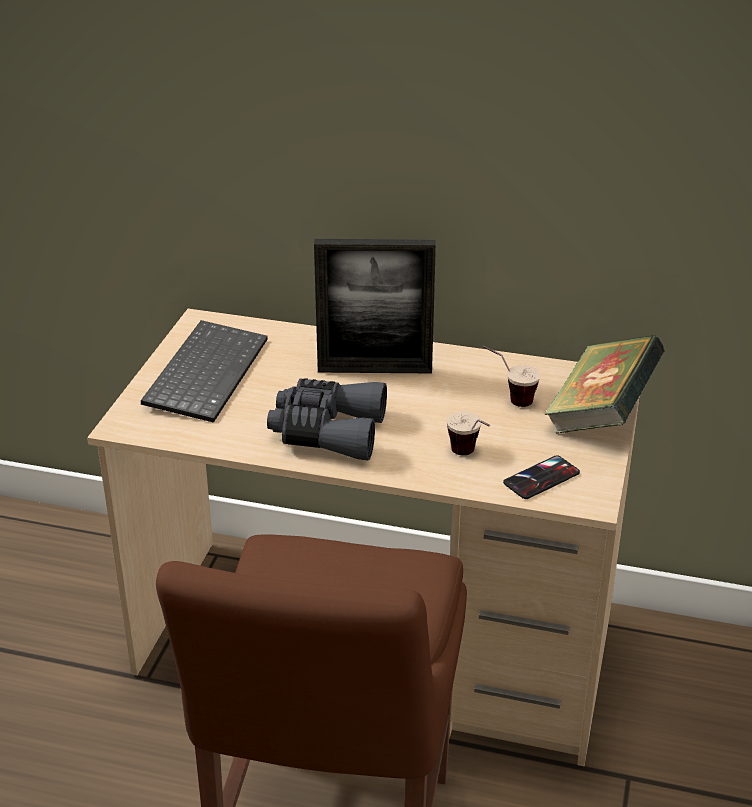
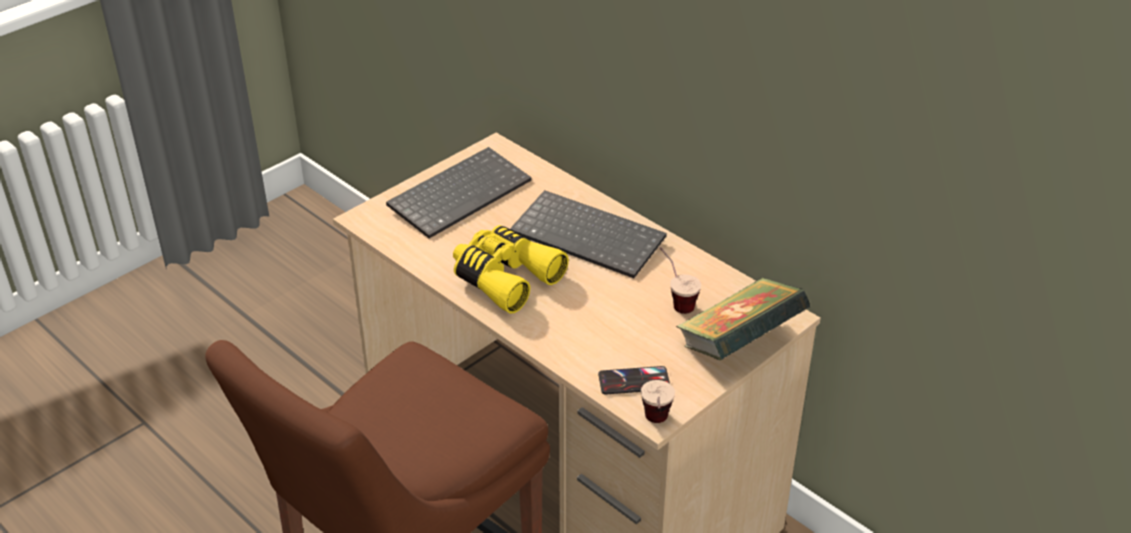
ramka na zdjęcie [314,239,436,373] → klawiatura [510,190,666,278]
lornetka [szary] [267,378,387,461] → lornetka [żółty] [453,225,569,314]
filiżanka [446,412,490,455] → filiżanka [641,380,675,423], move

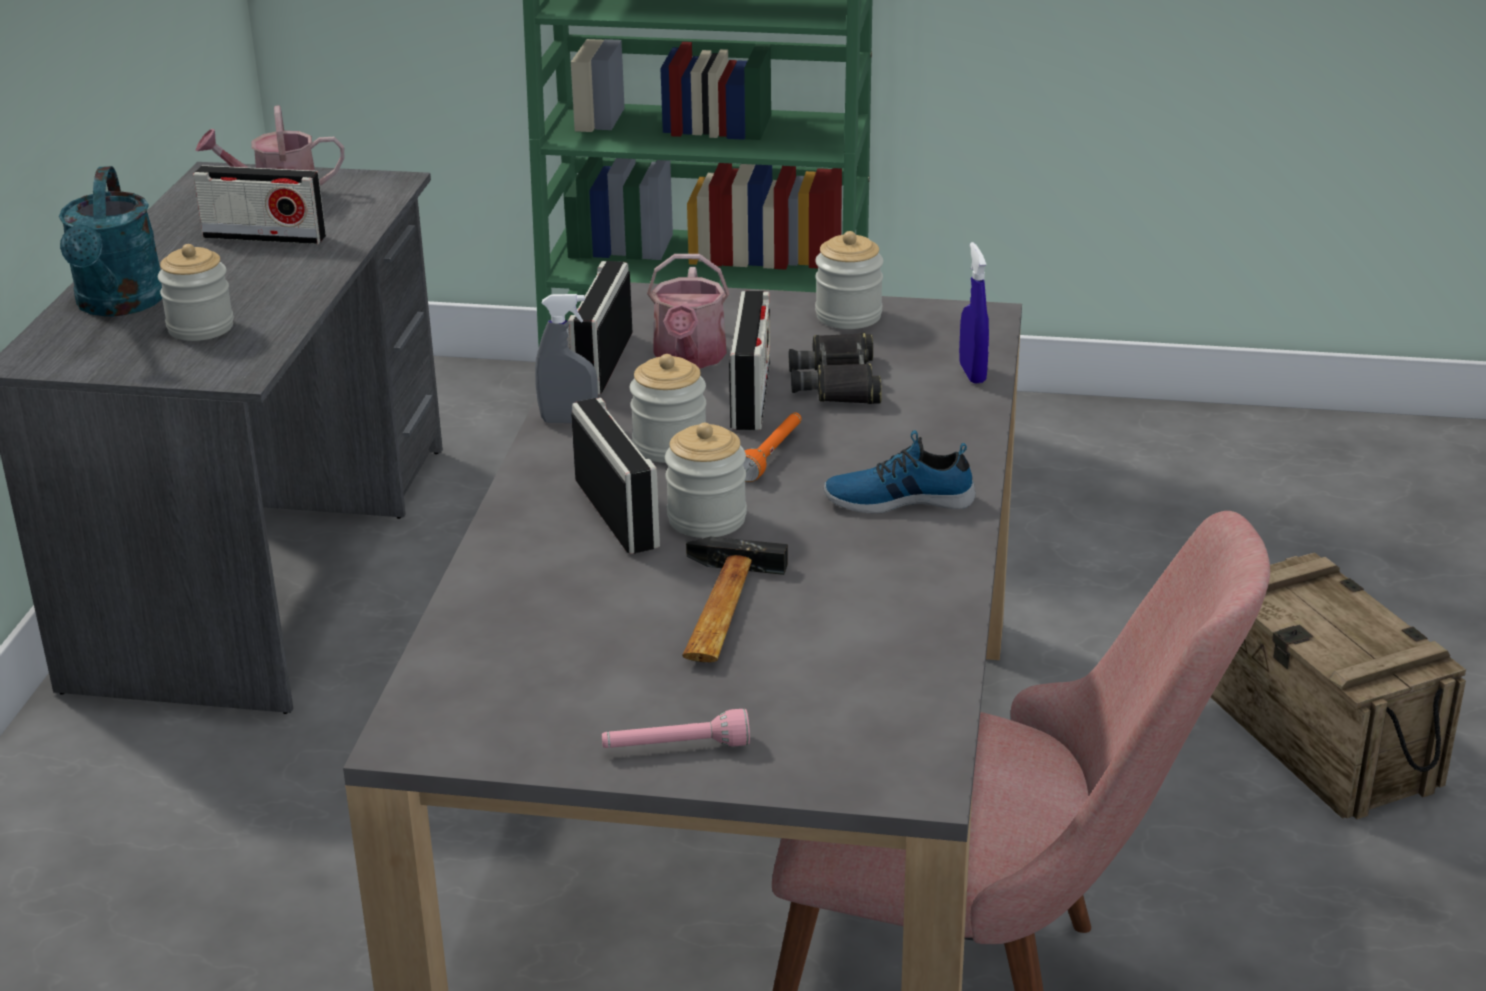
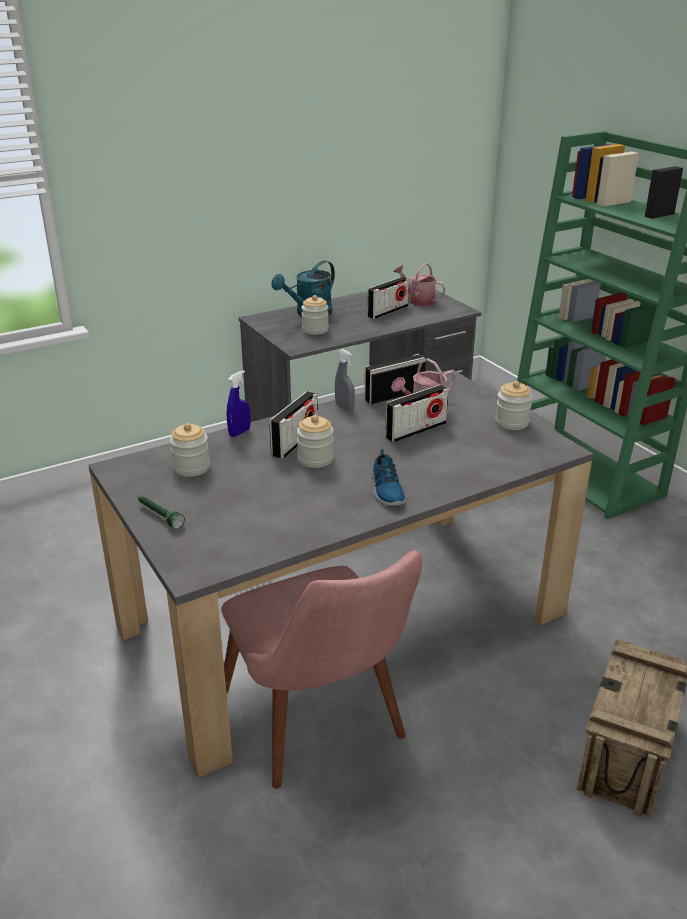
radio [193,165,326,245] → radio [367,277,409,319], 105 degrees counterclockwise
spryskiwacz [niebieski] [959,242,989,384] → spryskiwacz [niebieski] [227,370,250,437], move
lornetka [czarny] [789,333,882,404] → -
słoik [630,354,706,463] → słoik [170,423,210,477], move
latarka [pomarańczowy] [743,413,801,482] → -
but [824,430,976,514] → but [372,449,406,506], 150 degrees counterclockwise
młotek [682,537,788,662] → -
latarka [różowy] [602,709,750,748] → latarka [zielony] [138,496,185,529]

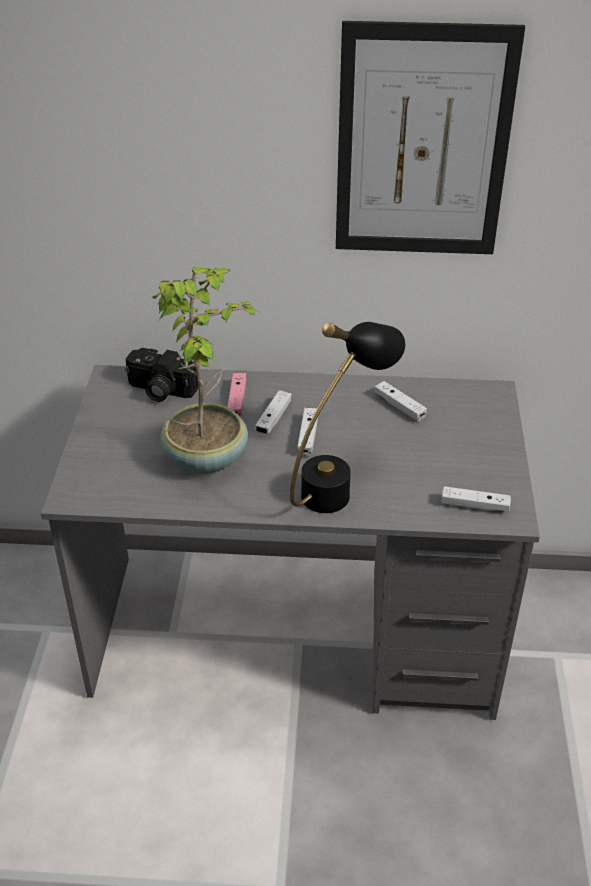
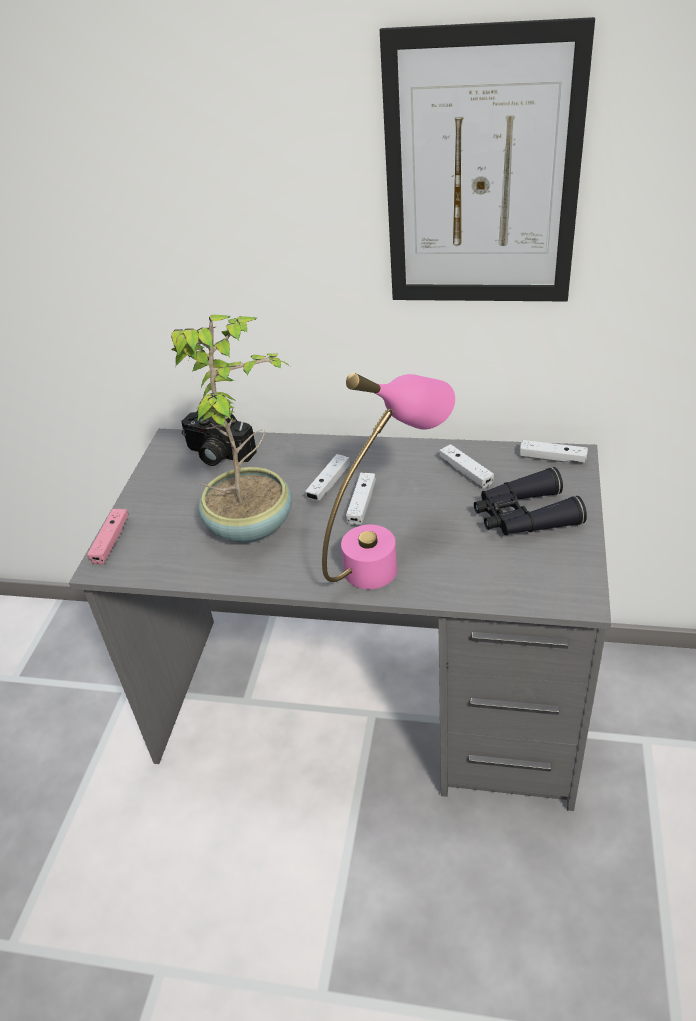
lampa stołowa [czarny] [290,322,405,513] → lampa stołowa [różowy] [322,373,455,589]
pad do gier [różowy] [227,373,247,417] → pad do gier [różowy] [87,509,129,564], move
pad do gier [biały] [441,486,511,512] → pad do gier [biały] [520,440,588,463], move
- → lornetka [czarny] [474,467,587,535]

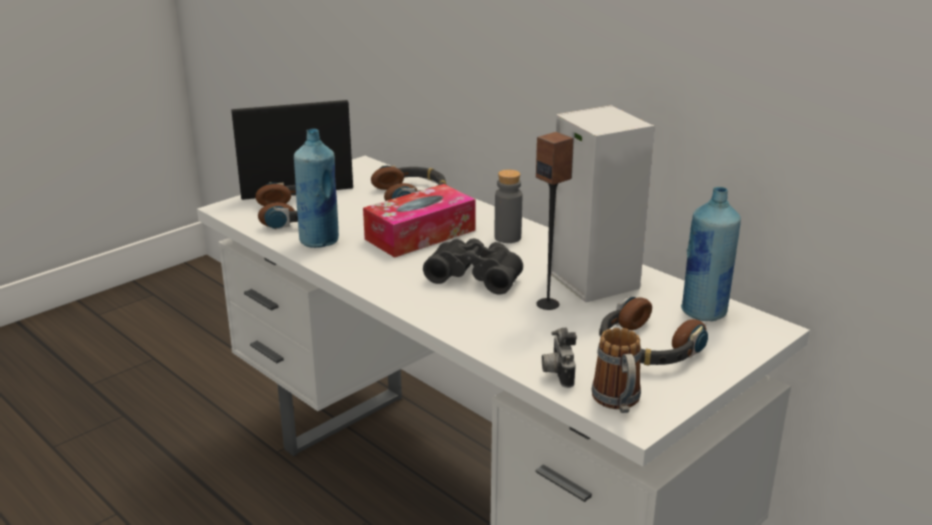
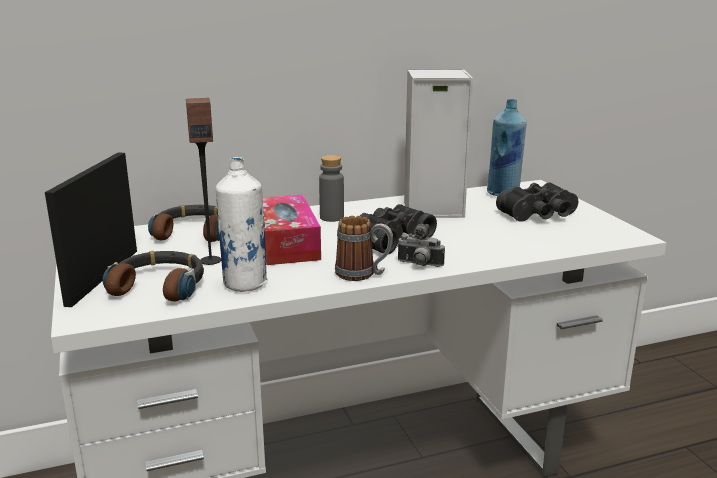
butelka [niebieski] [294,129,339,248] → butelka [biały] [216,157,268,292]
głośnik [536,132,574,310] → głośnik [186,98,221,265], move
słuchawki [599,296,708,366] → lornetka [czarny] [496,182,578,222]
aparat fotograficzny [542,328,577,388] → aparat fotograficzny [397,224,445,267], move
kubek [591,328,641,413] → kubek [335,216,393,281], move

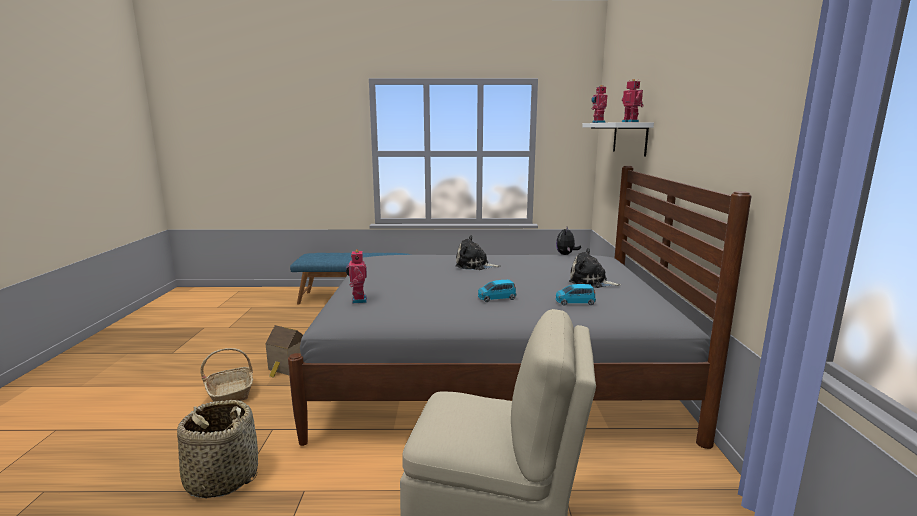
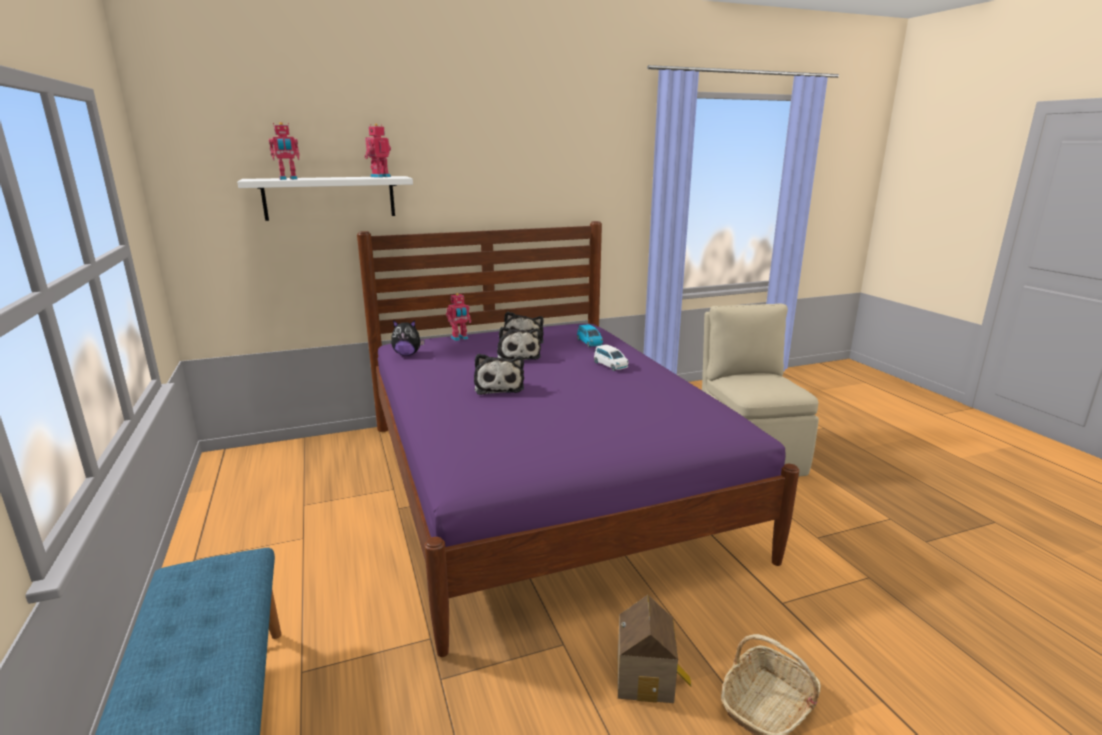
łóżko [szary] [288,166,751,449] → łóżko [fioletowy] [357,221,799,657]
robot zabawkowy [346,249,367,303] → robot zabawkowy [446,293,471,341], move
samochodzik [niebieski] [478,280,516,302] → samochodzik [biały] [594,344,629,371]
koszyk [177,400,258,499] → -
- → pluszak [497,327,541,360]

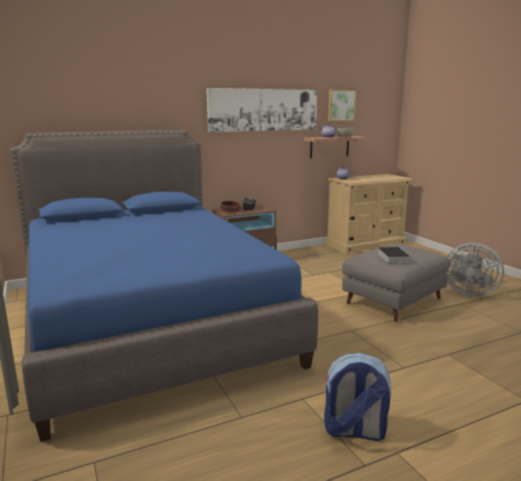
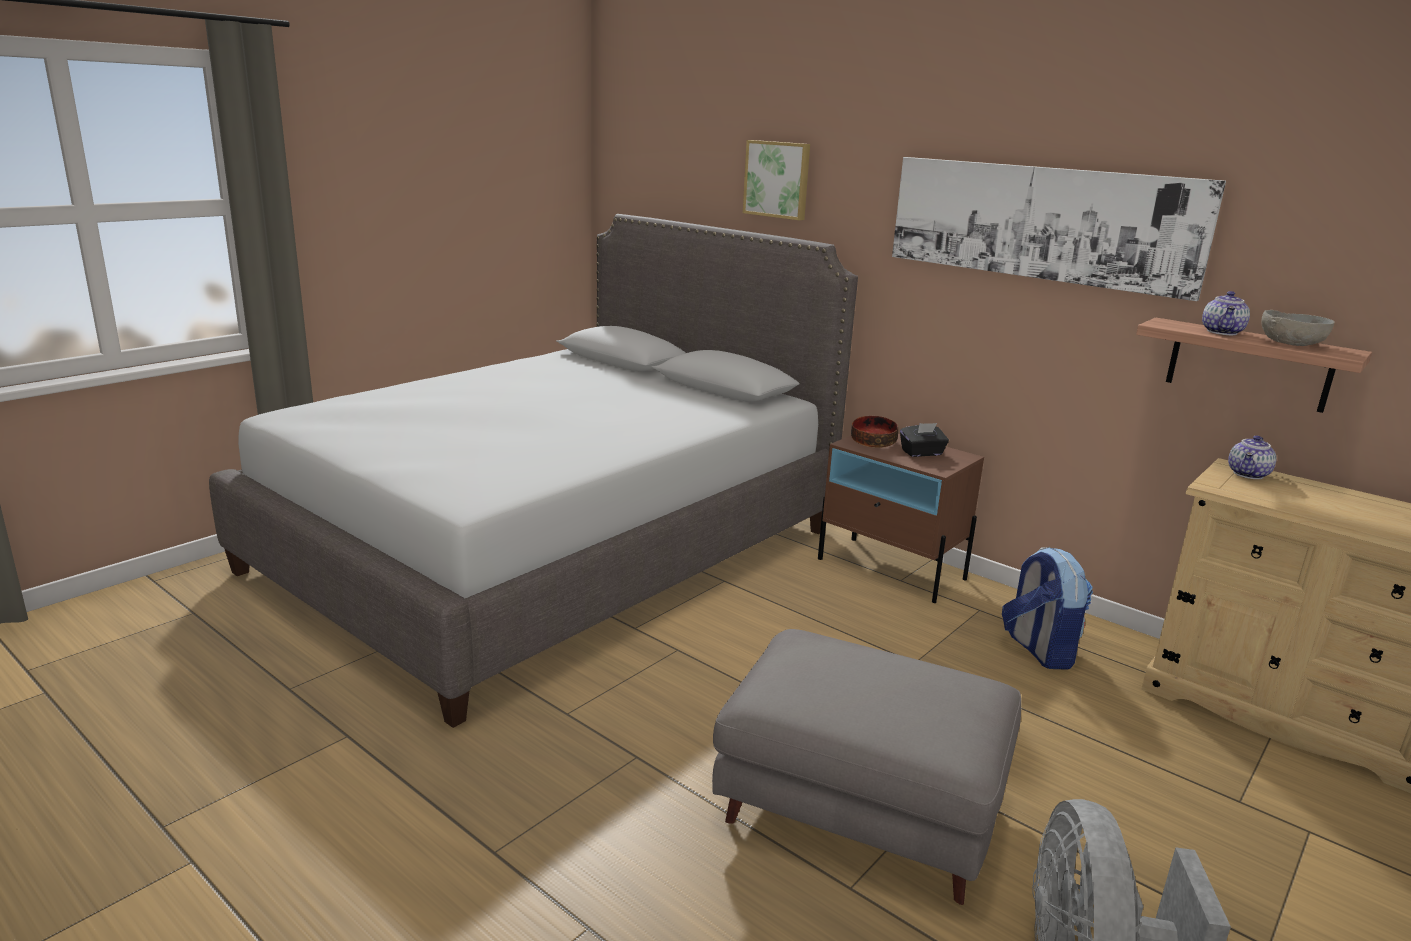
obraz [328,89,356,121] → obraz [743,140,810,220], move
łóżko [niebieski] [10,130,318,442] → łóżko [szary] [209,214,858,728]
książka [378,247,411,263] → -
plecak [324,353,391,441] → plecak [1002,547,1093,669], move

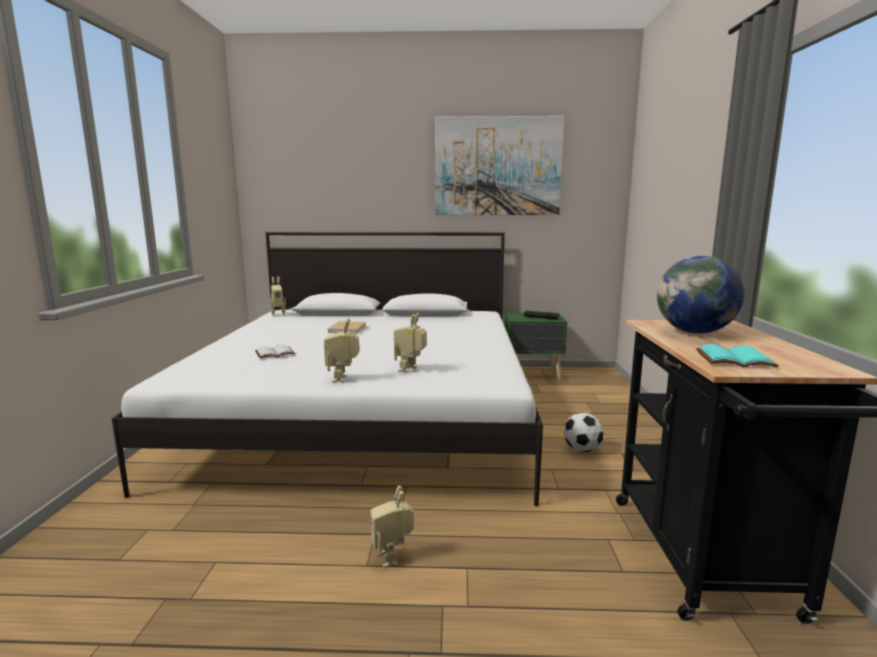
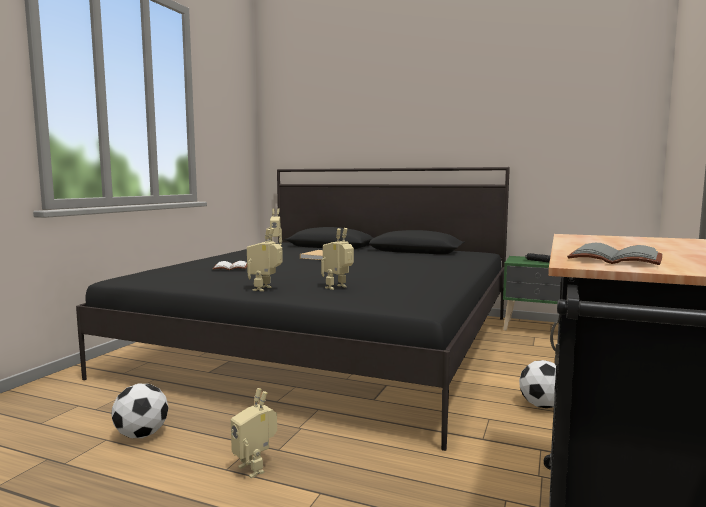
obraz [435,116,564,215] → -
łóżko [biały] [112,232,543,506] → łóżko [czarny] [76,167,510,451]
globus [657,256,744,334] → -
książka [turkusowy] [696,344,779,367] → książka [szary] [567,243,662,265]
robot zabawkowy [370,486,414,568] → robot zabawkowy [231,388,277,478], 45 degrees counterclockwise
- → piłka futbolowa [111,384,169,438]

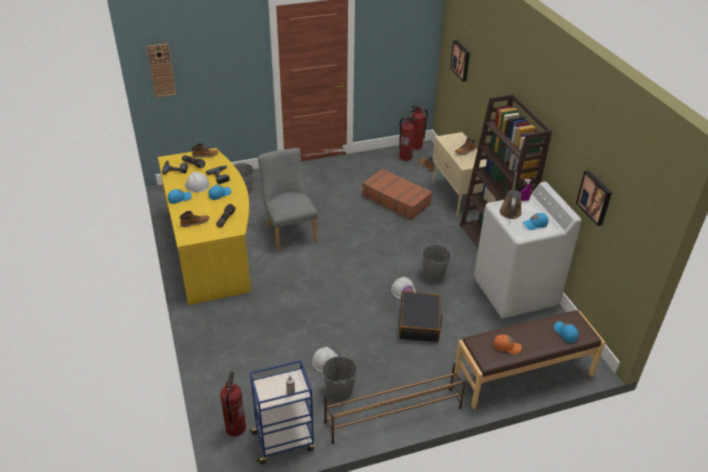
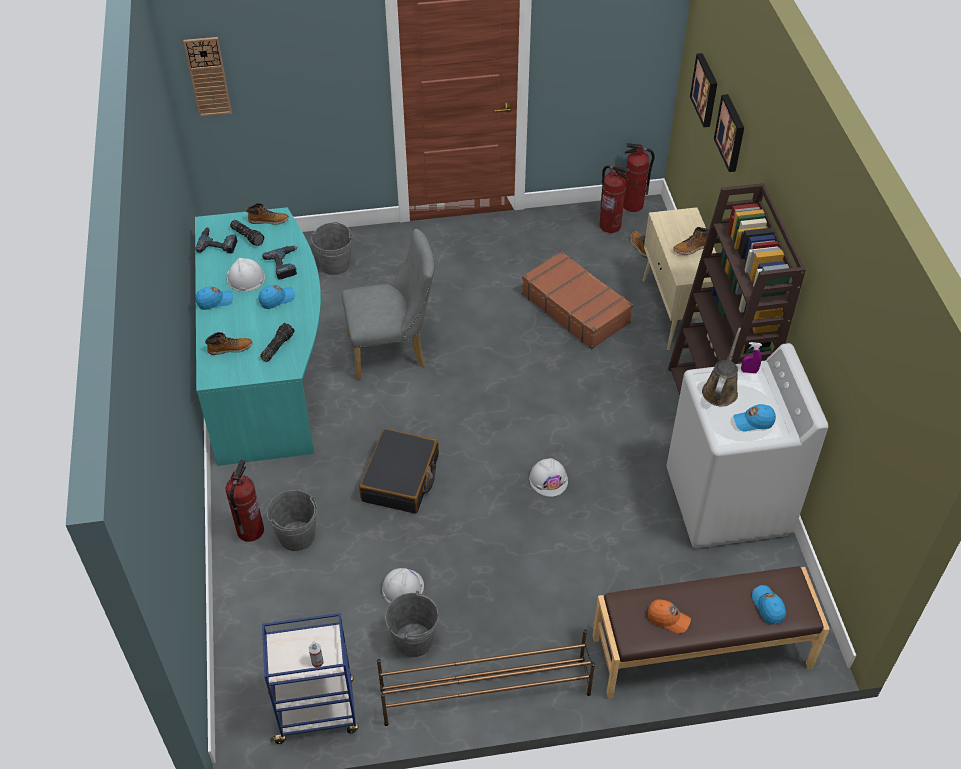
biurko [żółty] [158,148,251,305] → biurko [turkusowy] [195,207,321,466]
krzesło [szary] [258,148,318,251] → krzesło [szary] [342,229,434,379], 90 degrees clockwise
obraz [576,170,612,226] → obraz [714,94,744,172], move
wiadro [szary] [422,245,451,282] → wiadro [szary] [267,490,317,551], move
walizka [czarny] [399,292,443,342] → walizka [czarny] [359,429,439,514], move
gaśnica [220,371,246,436] → gaśnica [226,459,264,542], move

